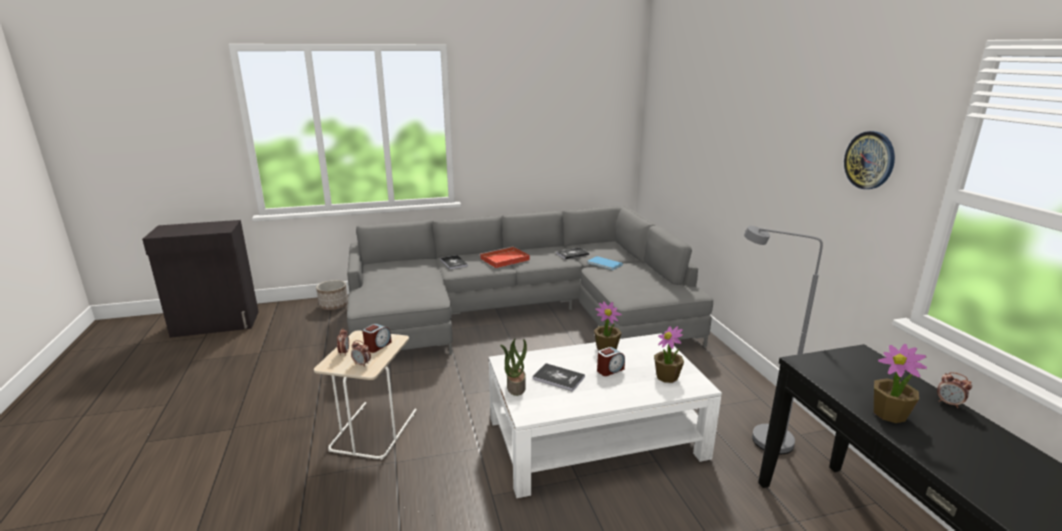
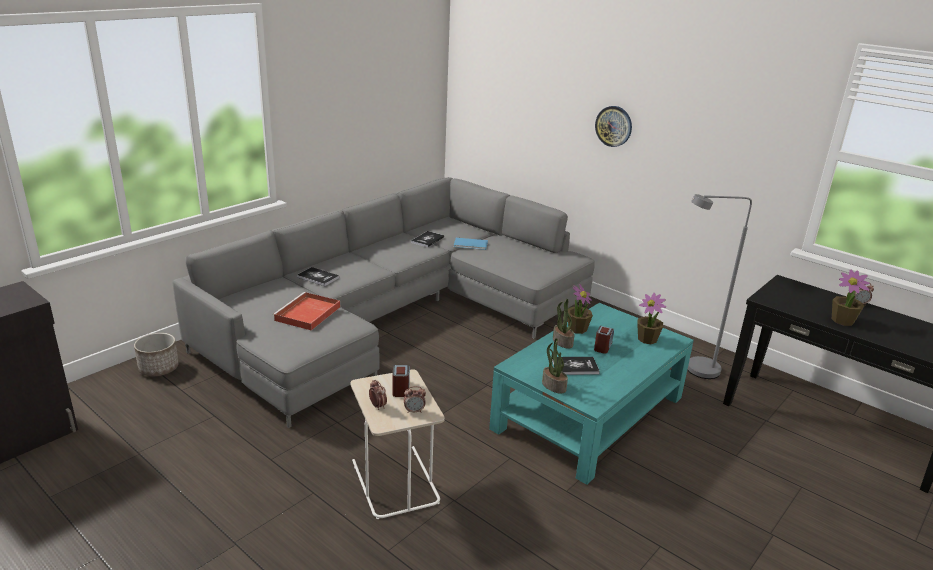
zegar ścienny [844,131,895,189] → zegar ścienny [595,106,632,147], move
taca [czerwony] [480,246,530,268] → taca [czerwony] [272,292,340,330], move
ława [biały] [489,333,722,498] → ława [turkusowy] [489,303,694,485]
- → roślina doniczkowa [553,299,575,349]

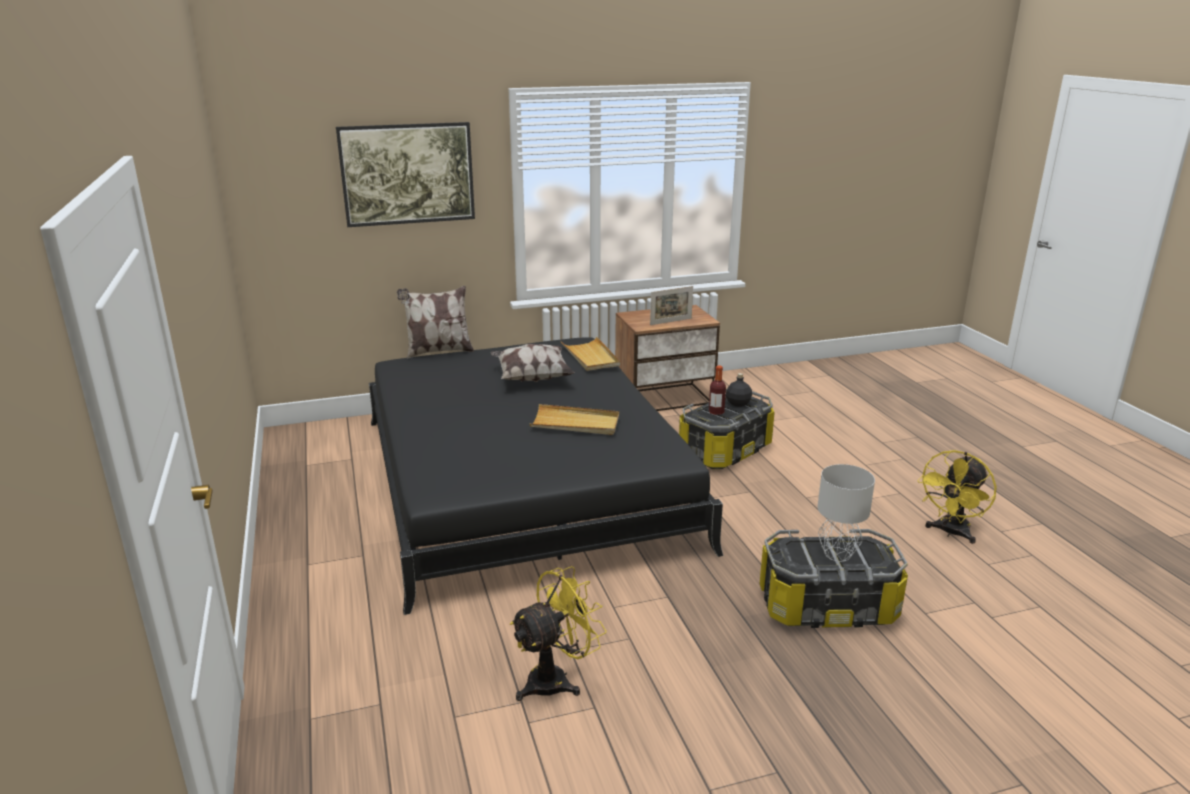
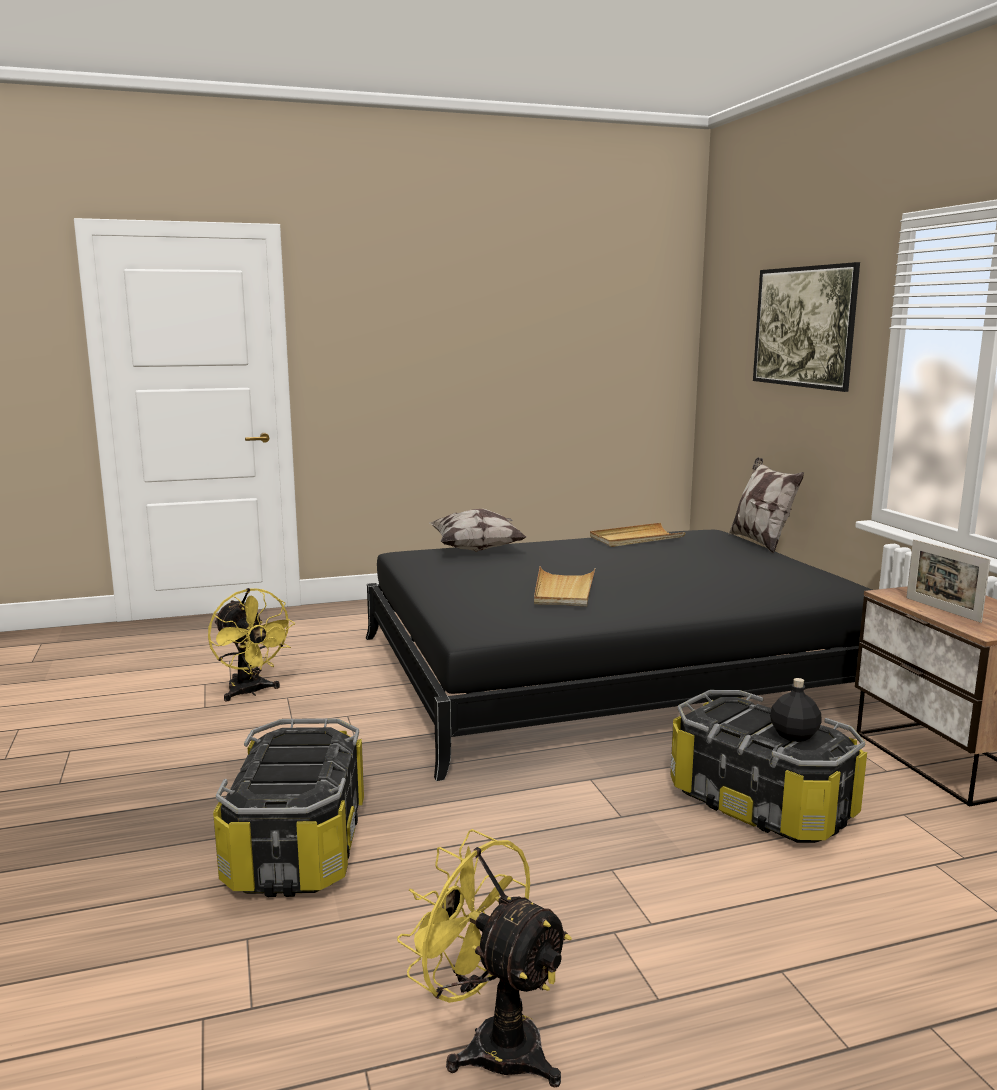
taca [beżowy] [561,336,620,371] → taca [beżowy] [590,523,686,547], move
poduszka [491,344,575,382] → poduszka [430,509,527,552], move
butelka [709,366,726,415] → -
lampa stołowa [szary] [817,464,875,562] → -

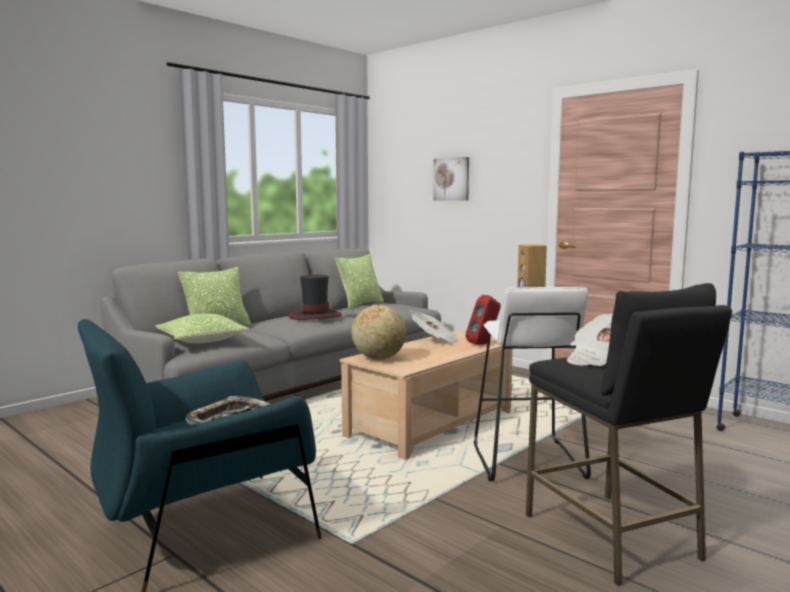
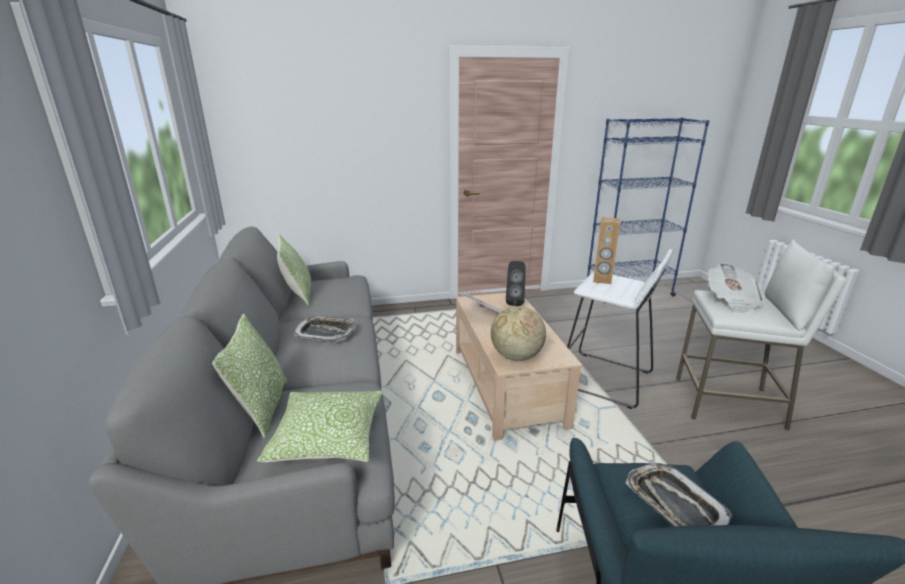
obraz [433,157,469,200] → -
kapelusz [289,275,342,320] → taca [294,316,356,342]
stołek [czarny] [526,283,732,586] → stołek [biały] [676,240,847,430]
głośnik [czerwony] [465,295,501,345] → głośnik [czarny] [506,261,526,306]

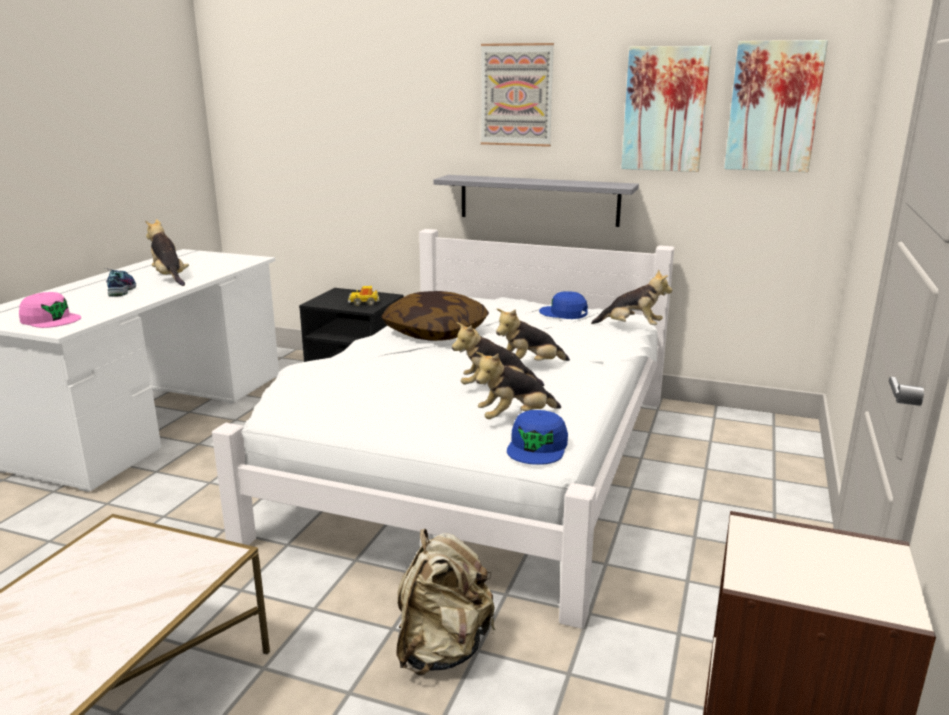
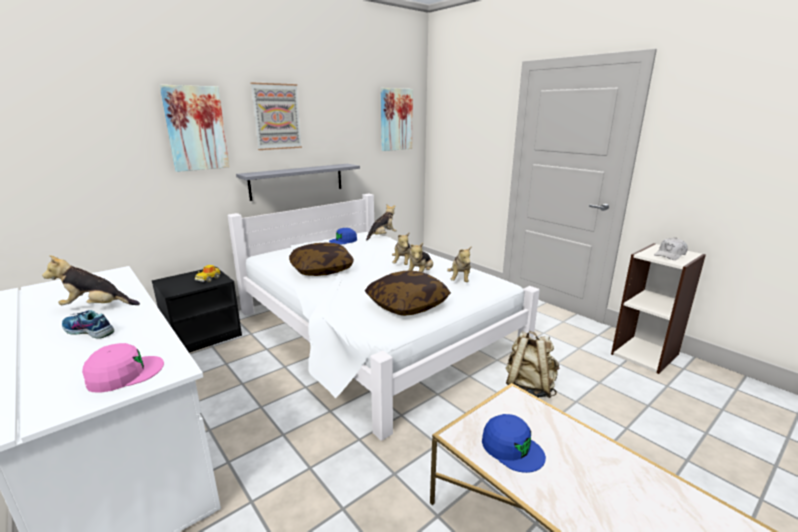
obraz [621,46,711,172] → obraz [160,85,229,172], move
czapka z daszkiem [niebieski] [507,410,568,465] → czapka z daszkiem [niebieski] [482,414,546,473], move
- → czapka z daszkiem [biały] [654,238,688,260]
- → poduszka [365,271,451,316]

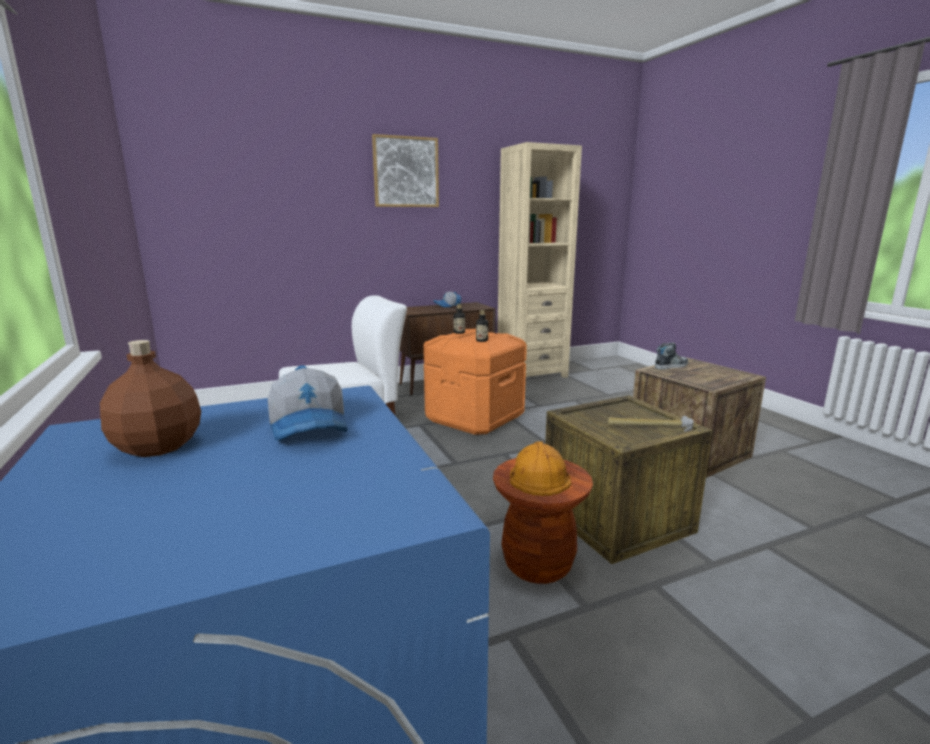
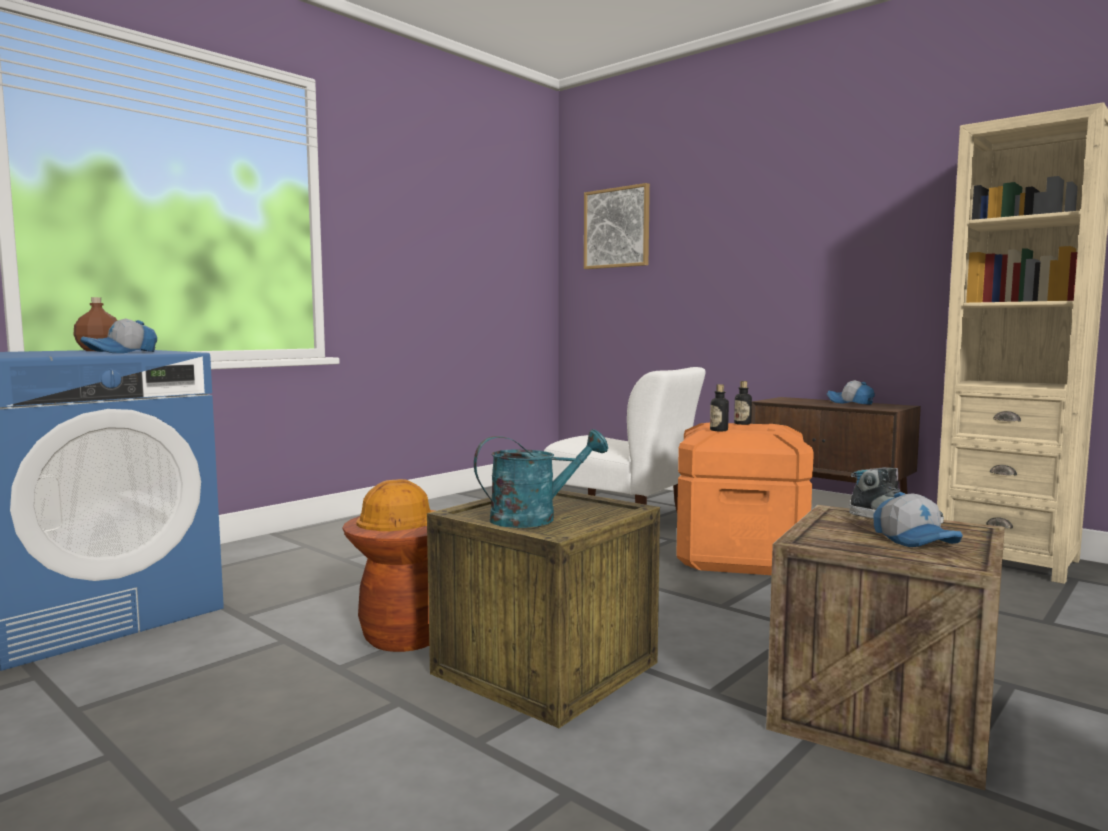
obraz [372,134,439,207] → obraz [584,183,650,269], move
młotek [607,416,694,432] → konewka [turkusowy] [474,429,608,528]
- → czapka z daszkiem [873,492,963,547]

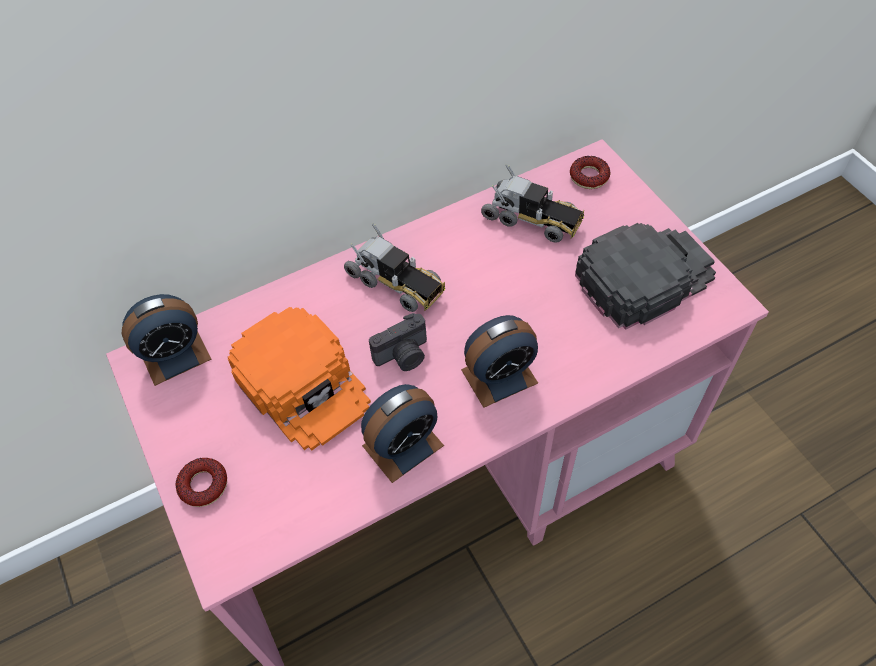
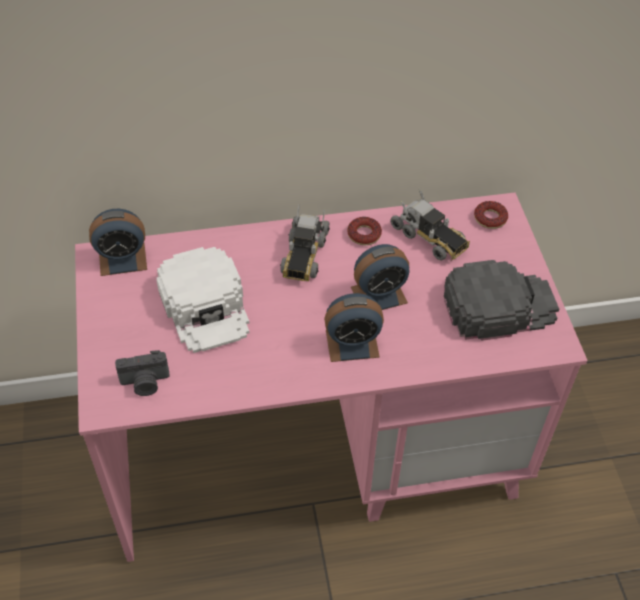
ciężarówka zabawkowa [344,223,445,312] → ciężarówka zabawkowa [280,204,330,281], 45 degrees clockwise
czapka z daszkiem [pomarańczowy] [228,307,371,451] → czapka z daszkiem [biały] [156,247,249,353]
aparat fotograficzny [369,313,427,371] → aparat fotograficzny [115,350,170,396], move
budzik [361,384,444,483] → budzik [351,244,409,310], move
donut [176,458,227,507] → donut [347,217,382,245], move

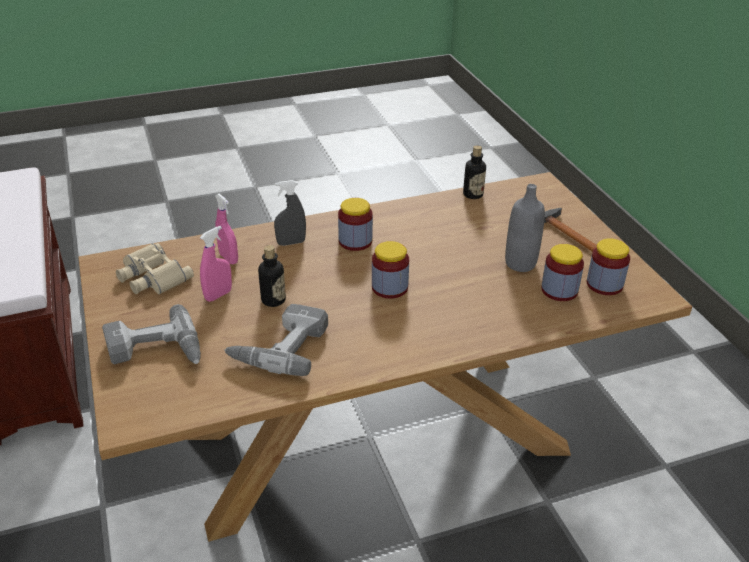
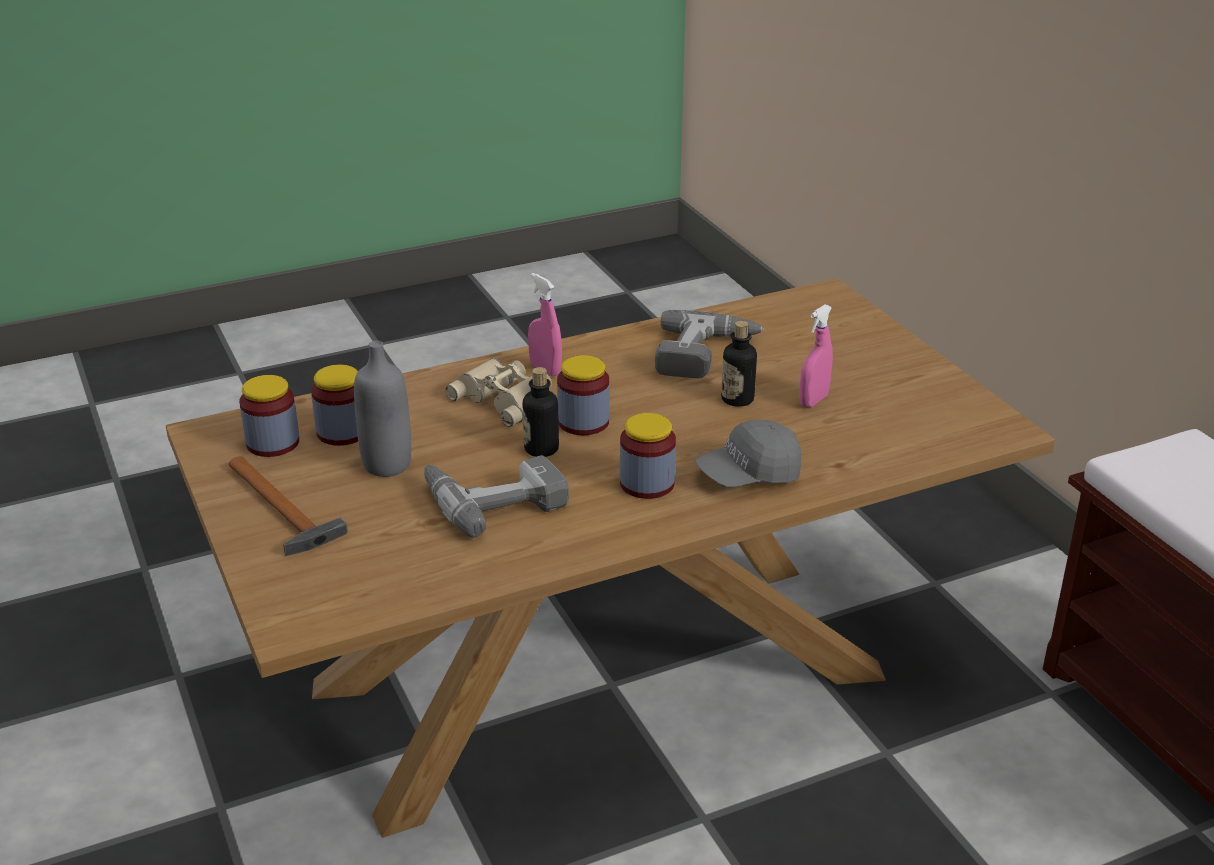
butelka [463,145,486,199] → butelka [523,367,559,457], move
spryskiwacz [szary] [274,180,306,246] → czapka z daszkiem [szary] [695,420,801,487]
spryskiwacz [różowy] [215,194,238,264] → spryskiwacz [różowy] [528,273,562,376], move
lornetka [beżowy] [116,243,194,294] → lornetka [beżowy] [445,358,552,427], move
wiertarka [102,304,201,364] → wiertarka [424,455,569,538], move

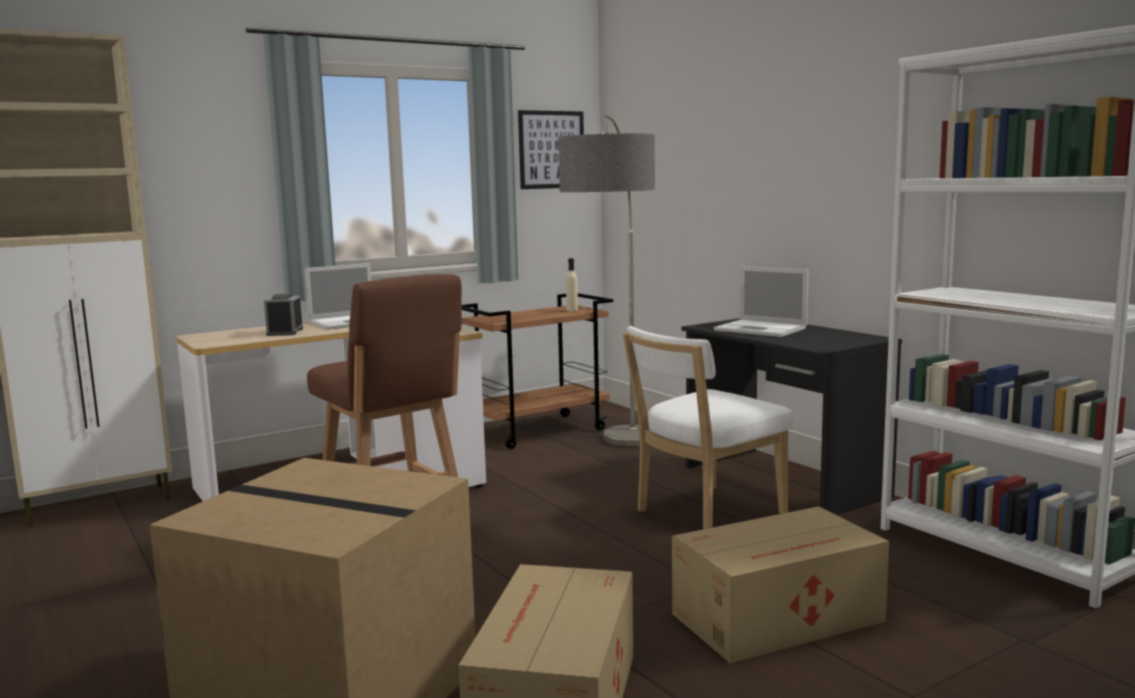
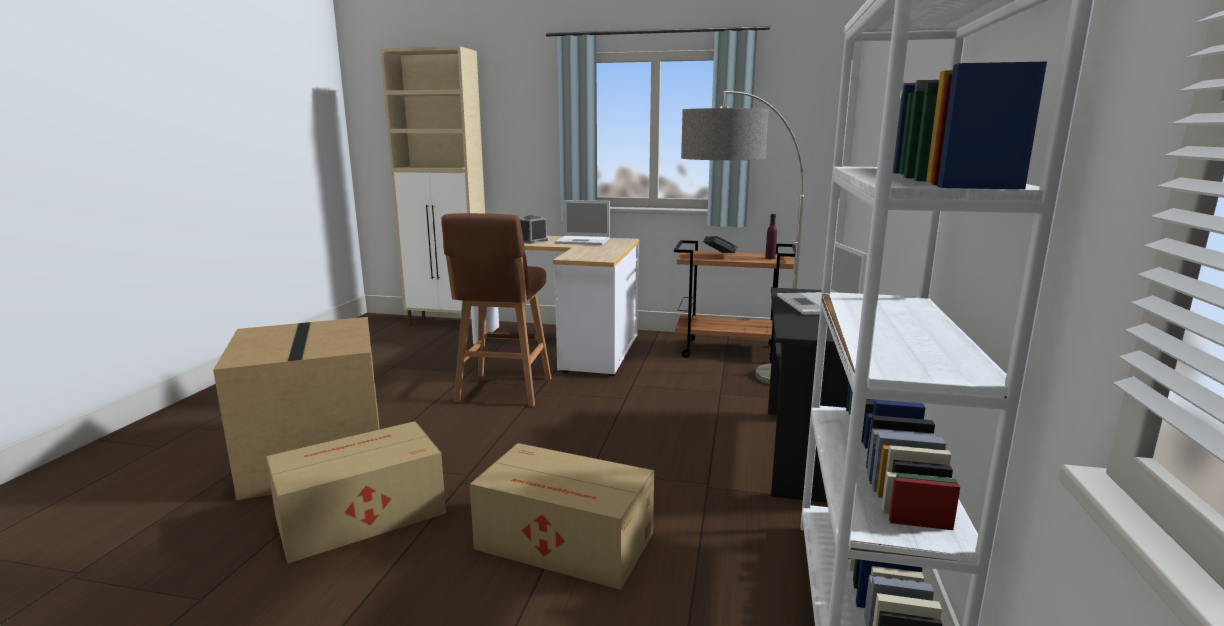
obraz [518,110,584,189] → -
butelka [beżowy] [566,258,578,311] → butelka [fioletowy] [765,214,777,259]
krzesło [biały] [623,326,793,529] → -
- → książka [703,236,738,253]

